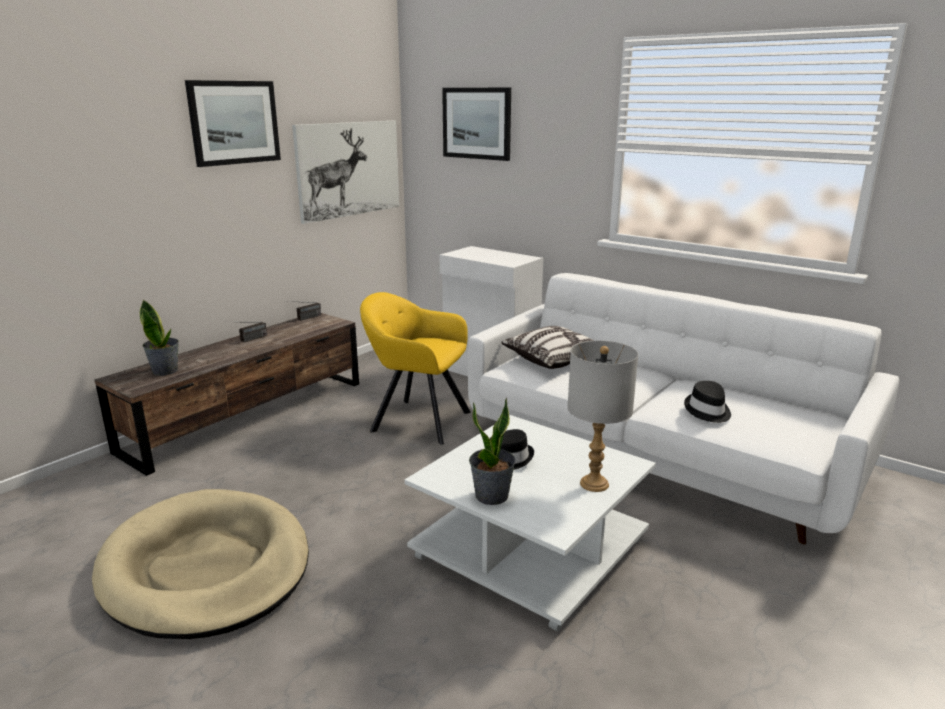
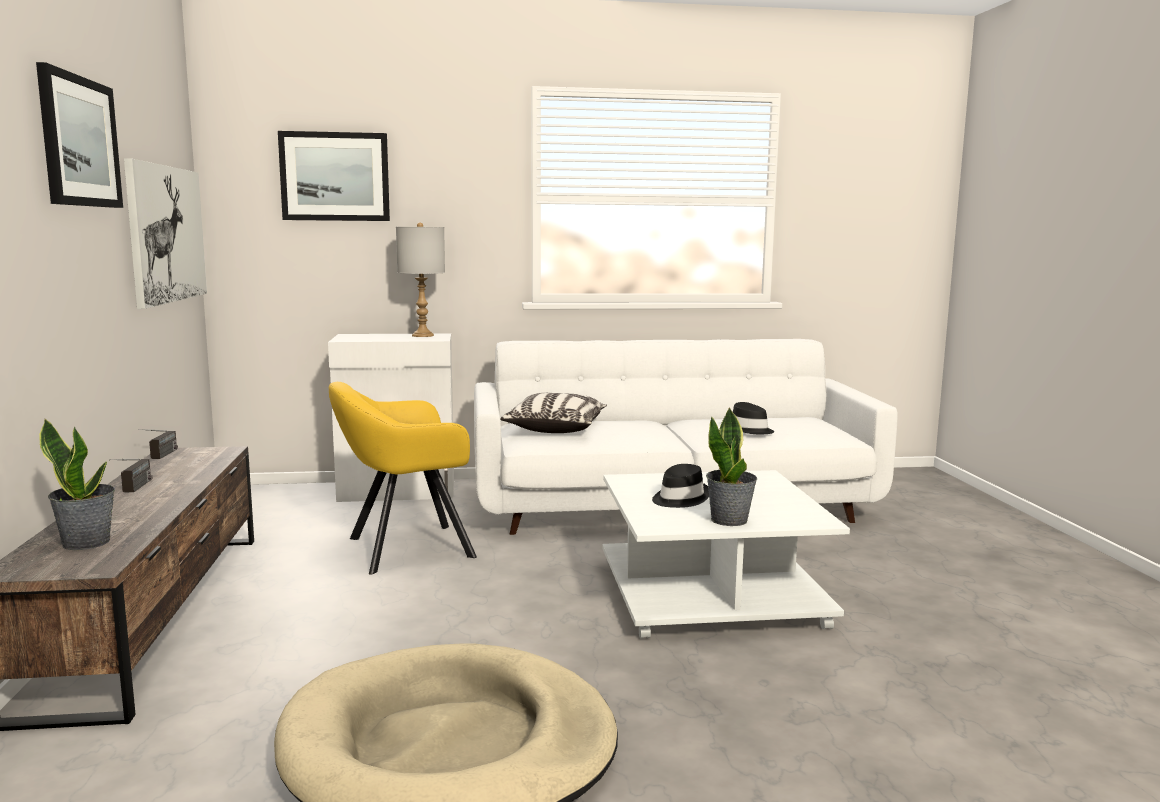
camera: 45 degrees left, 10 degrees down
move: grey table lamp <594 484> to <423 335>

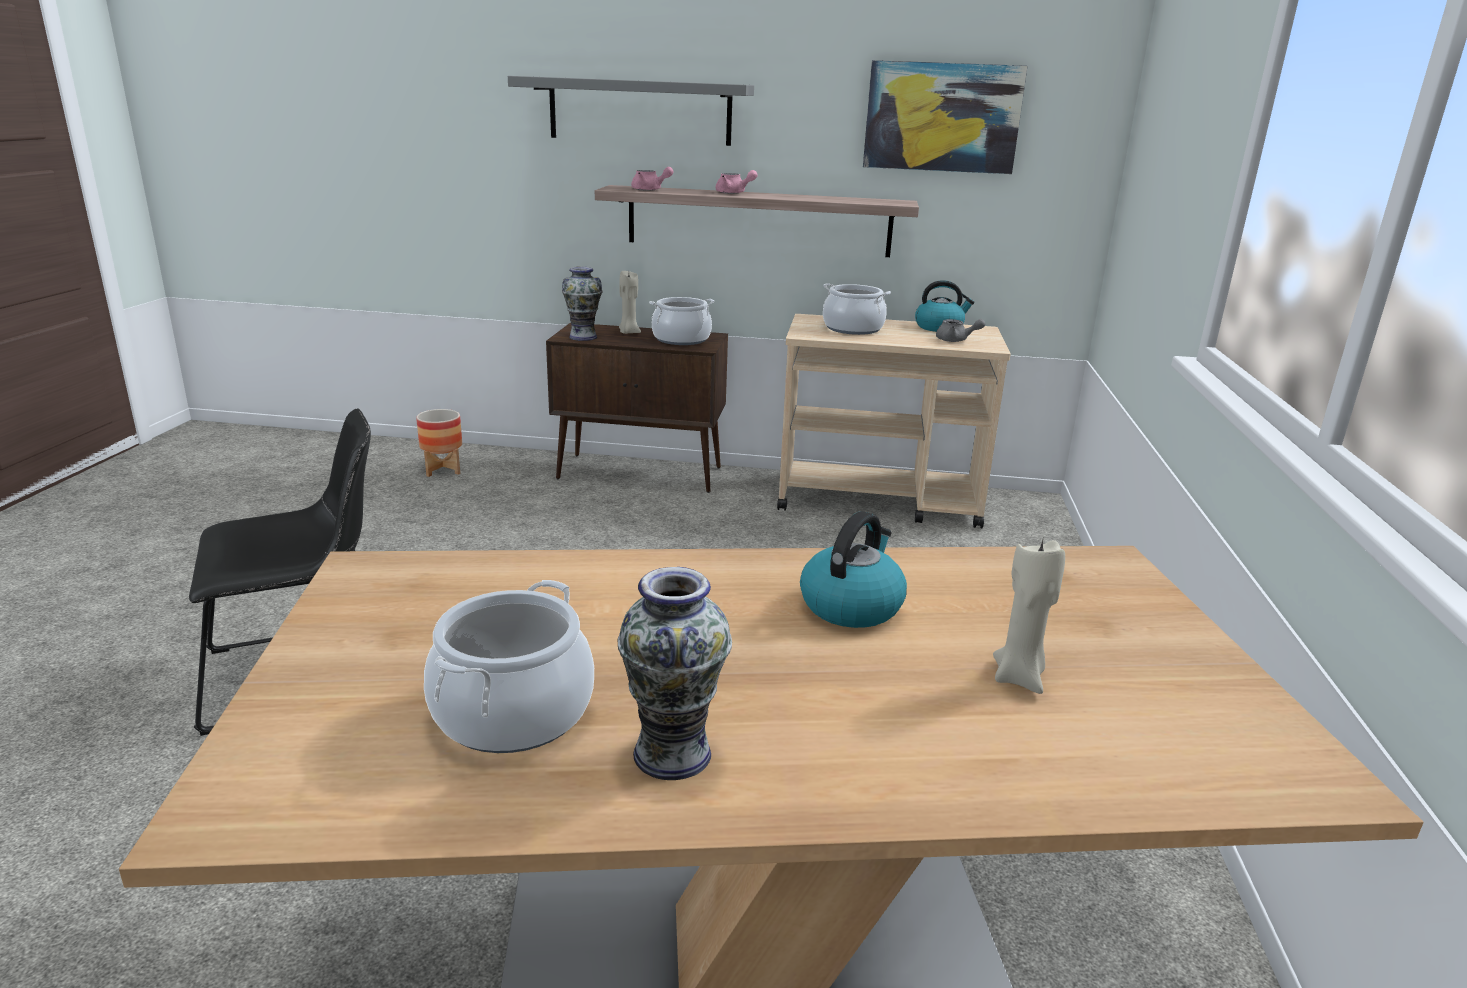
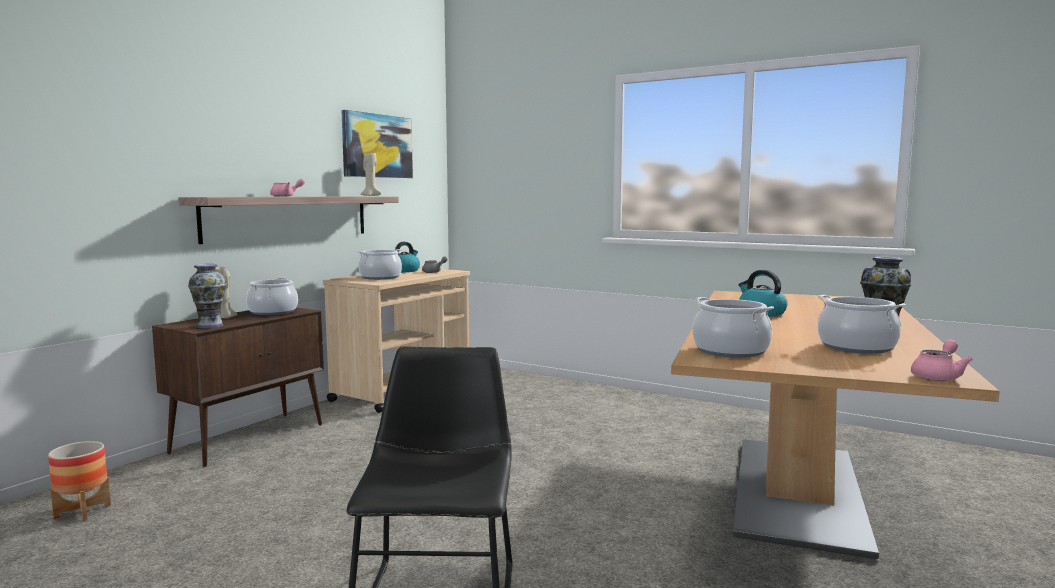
camera: 65 degrees left, 15 degrees down
delete: grey shelf <640 111>
insert: cooking pot <730 350>
move: pink teapot <650 190> to <938 376>; beige candle <1019 677> to <371 196>

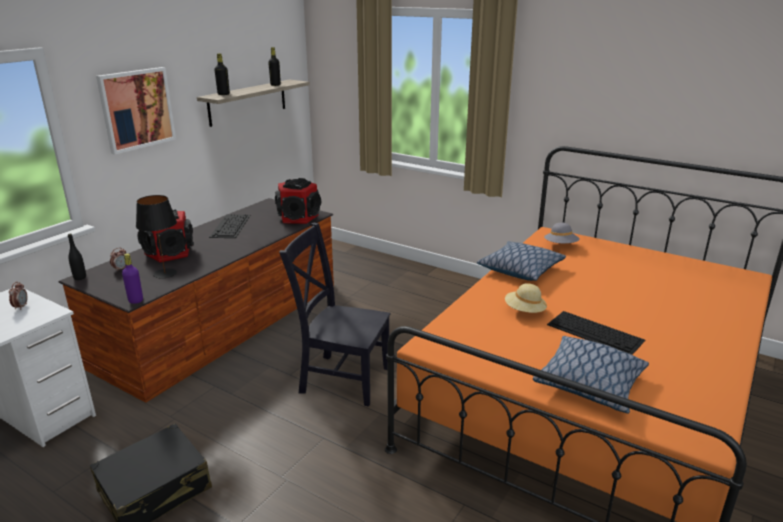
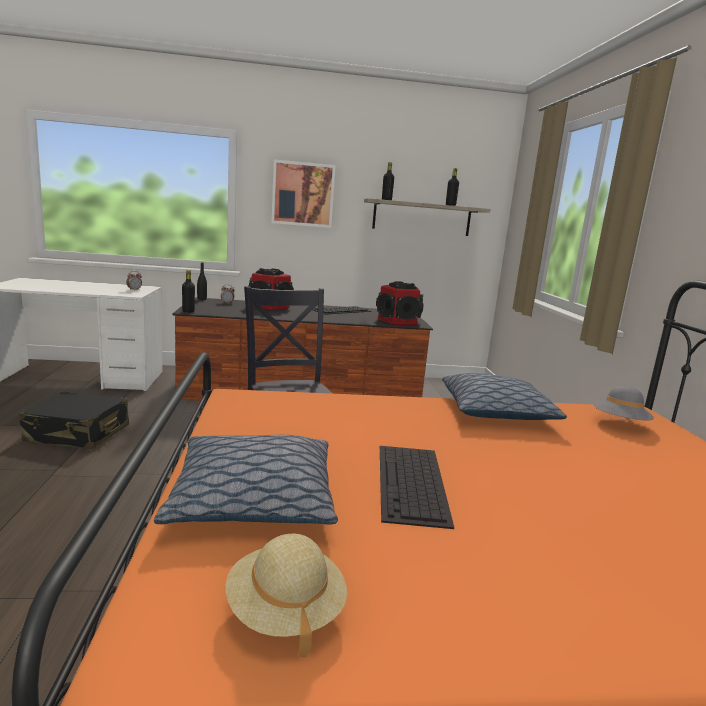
camera: 50 degrees right, 10 degrees down
delete: black table lamp <165 273>
move: beige hat <524 311> to <285 611>
recolor: purple bottle <135 300> to black bottle <188 311>

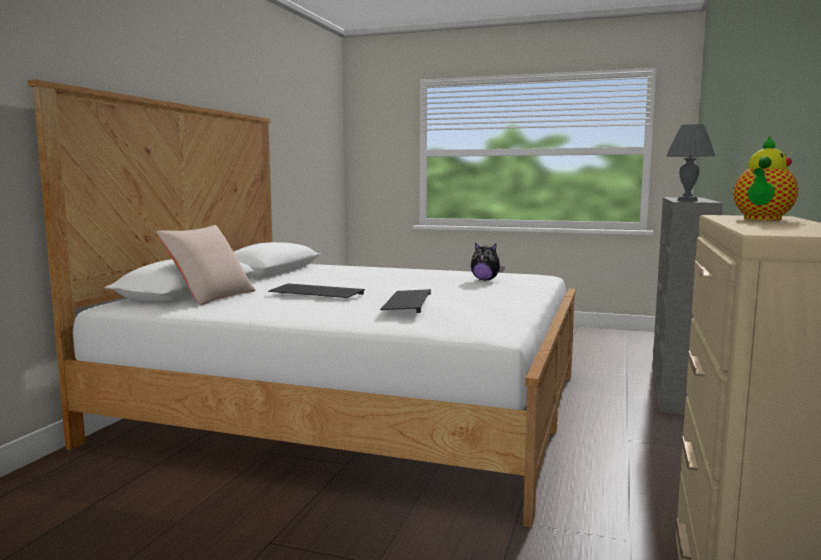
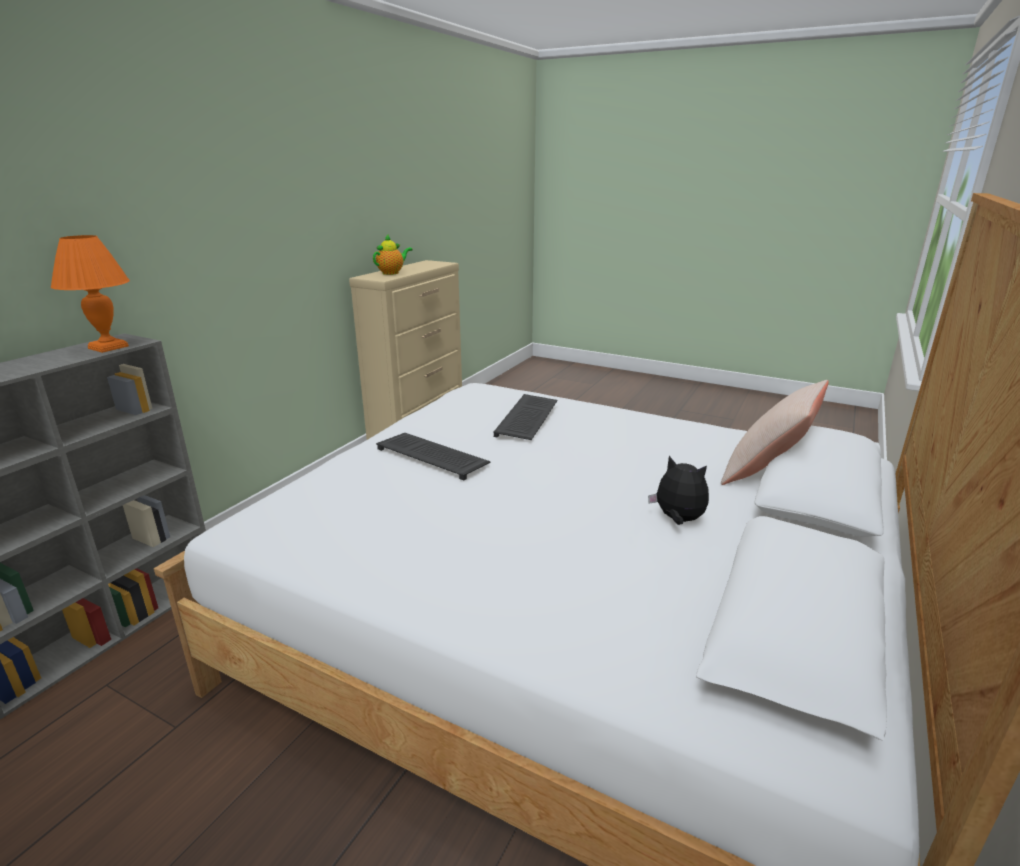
camera: 170 degrees left, 15 degrees up
move: keyboard <314 294> to <434 456>; plush toy <485 280> to <678 520>
recolor: grey table lamp <686 201> to orange table lamp <108 347>

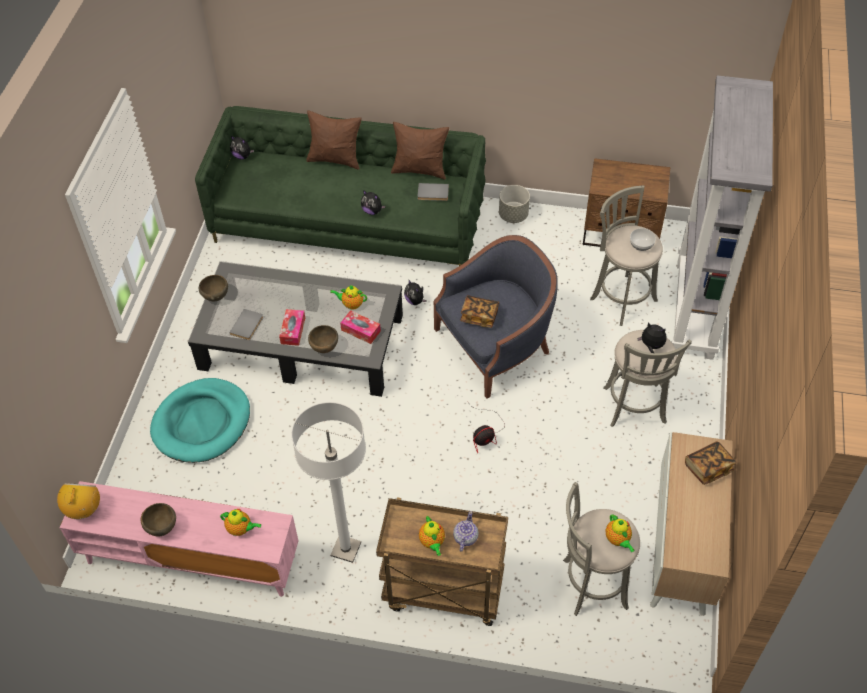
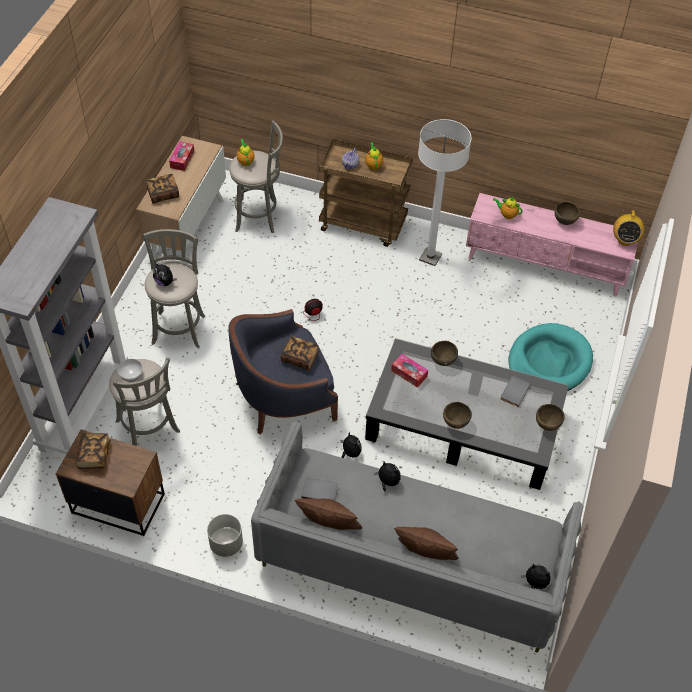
camera: 175 degrees left, 0 degrees up
delete: teapot <351 304>
insert: book <94 456>; brown bowl <455 423>
move: tissue box <293 331> to <182 159>
recolor: green sofa <349 222> to grey sofa <410 560>

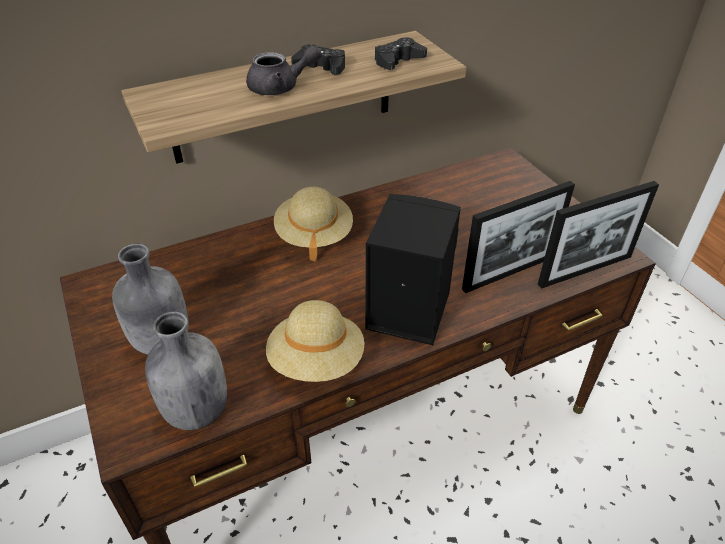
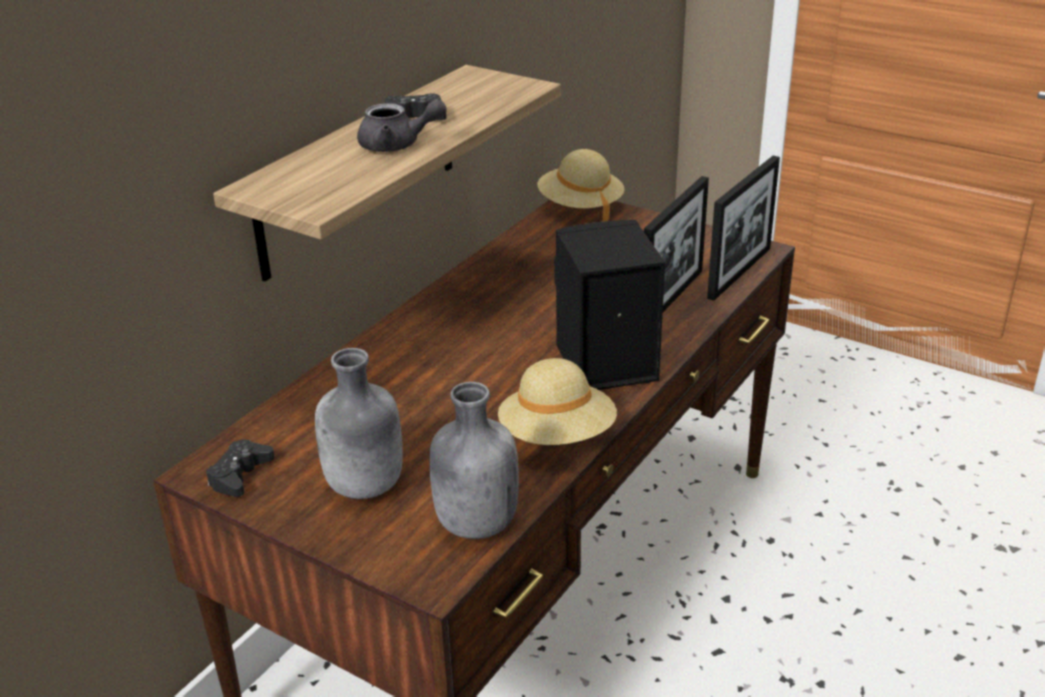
camera: 30 degrees left, 10 degrees down
move: beige hat <314 235> to <580 206>; black game controller <398 61> to <240 475>
rotate: grey teapot <281 87> = <397 145> 45 degrees clockwise

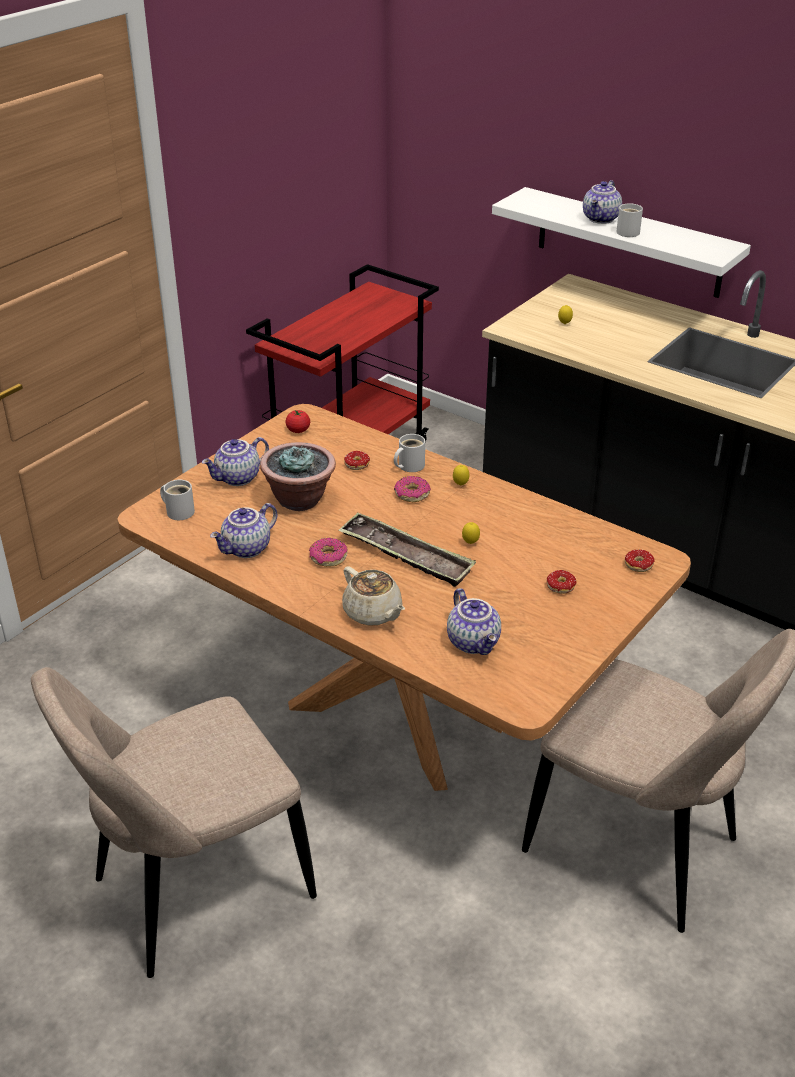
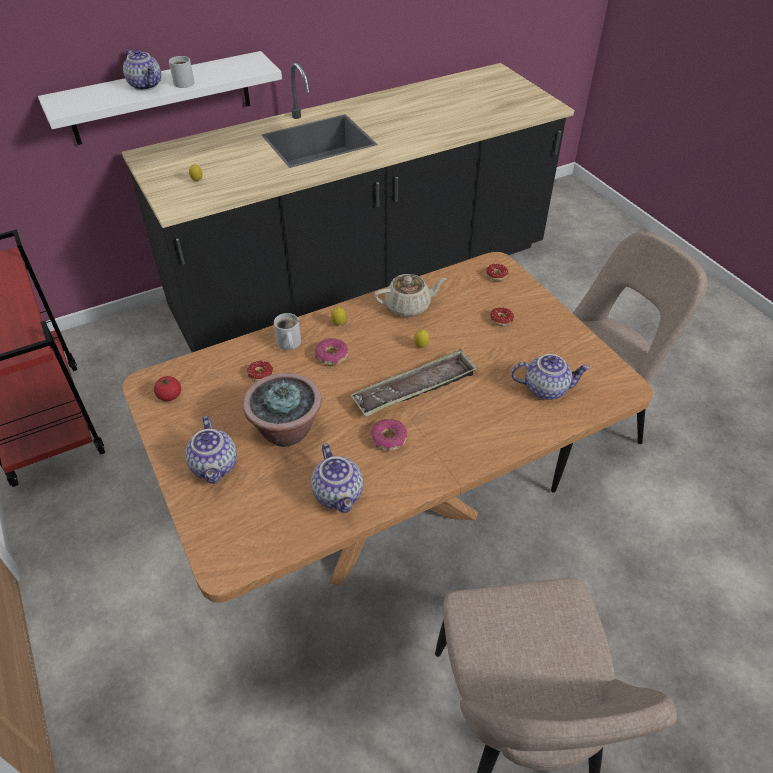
camera: 65 degrees left, 10 degrees up
delete: white mug <179 511>
move: beige teapot <373 613> to <409 306>

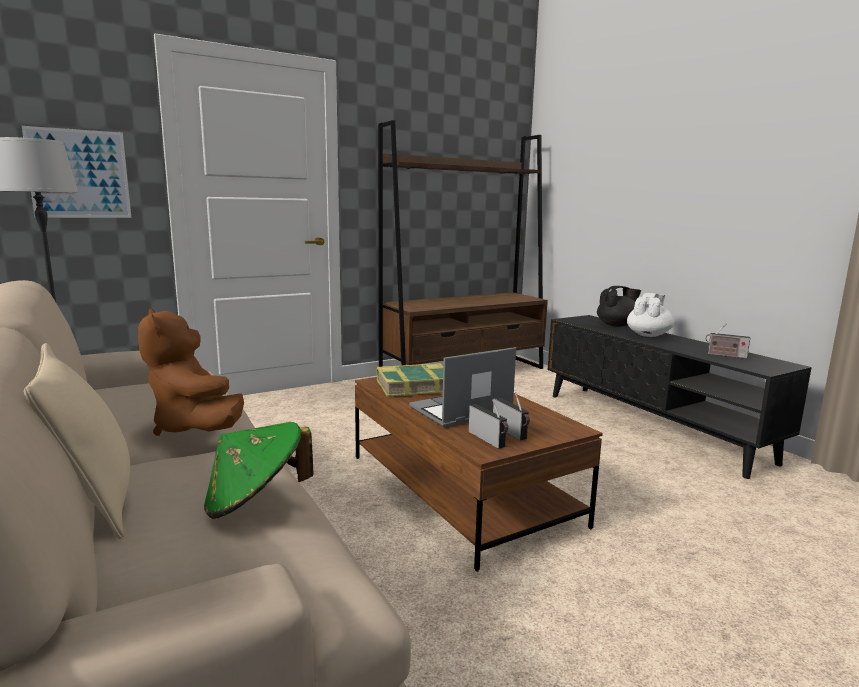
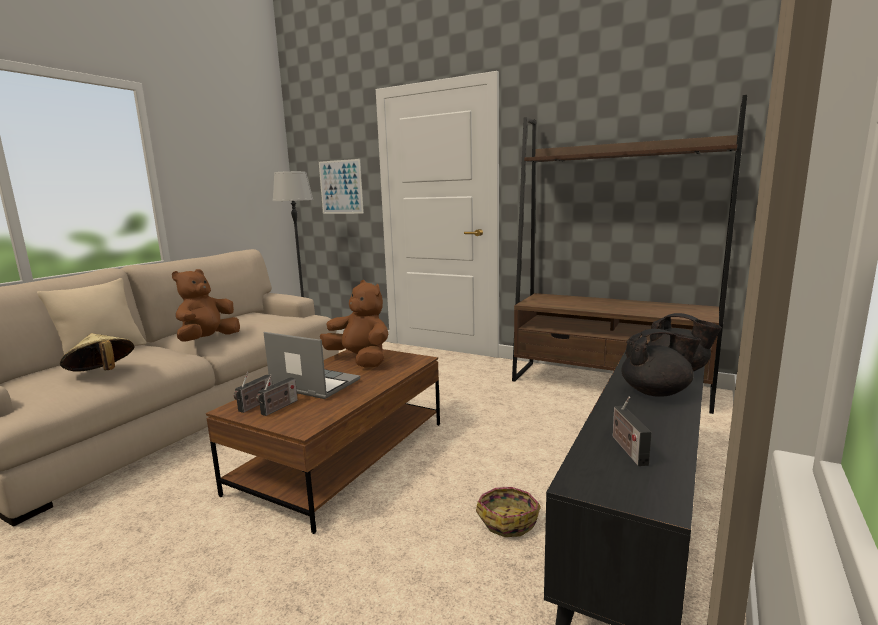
camera: 60 degrees right, 0 degrees up
insert: basket <508 520>
replace: book <414 386> to brown plush toy <360 360>
recolor: green hat <256 501> to beige hat <102 373>; white teapot <648 335> to black teapot <656 392>

